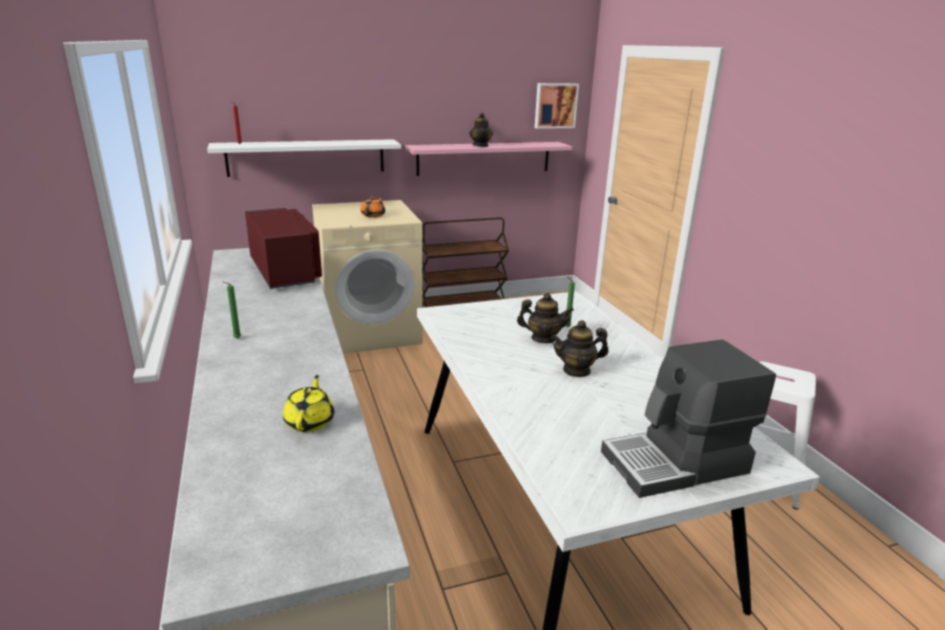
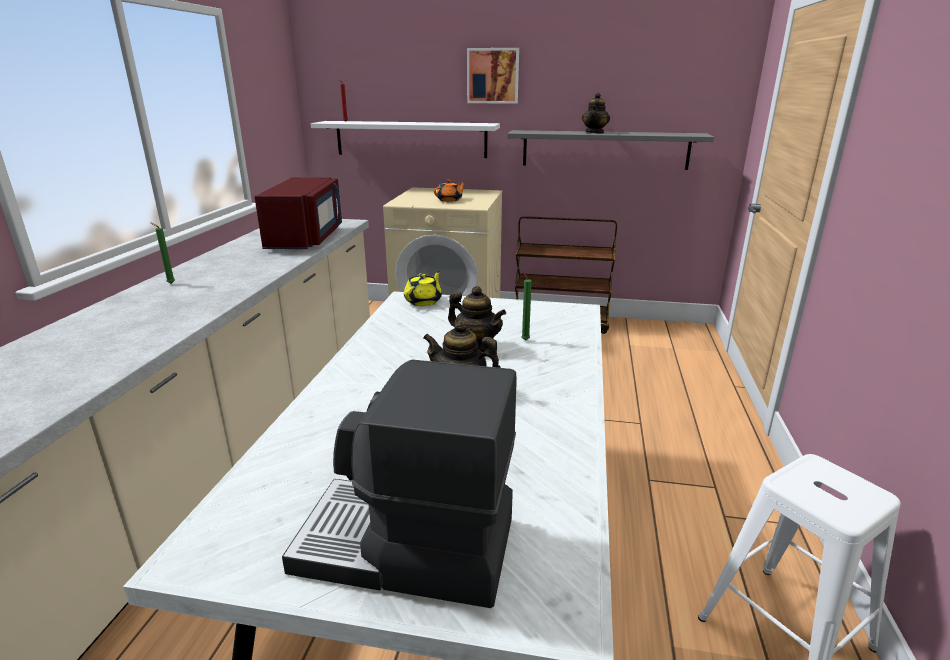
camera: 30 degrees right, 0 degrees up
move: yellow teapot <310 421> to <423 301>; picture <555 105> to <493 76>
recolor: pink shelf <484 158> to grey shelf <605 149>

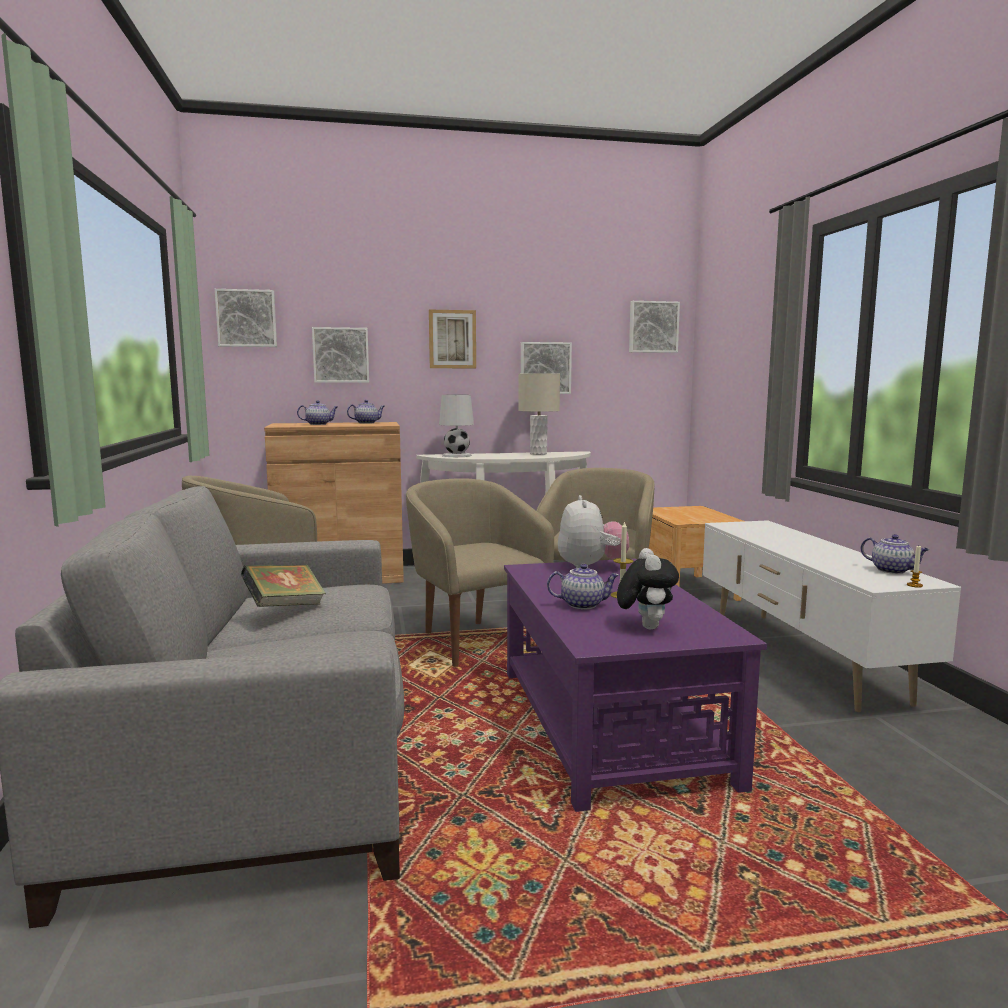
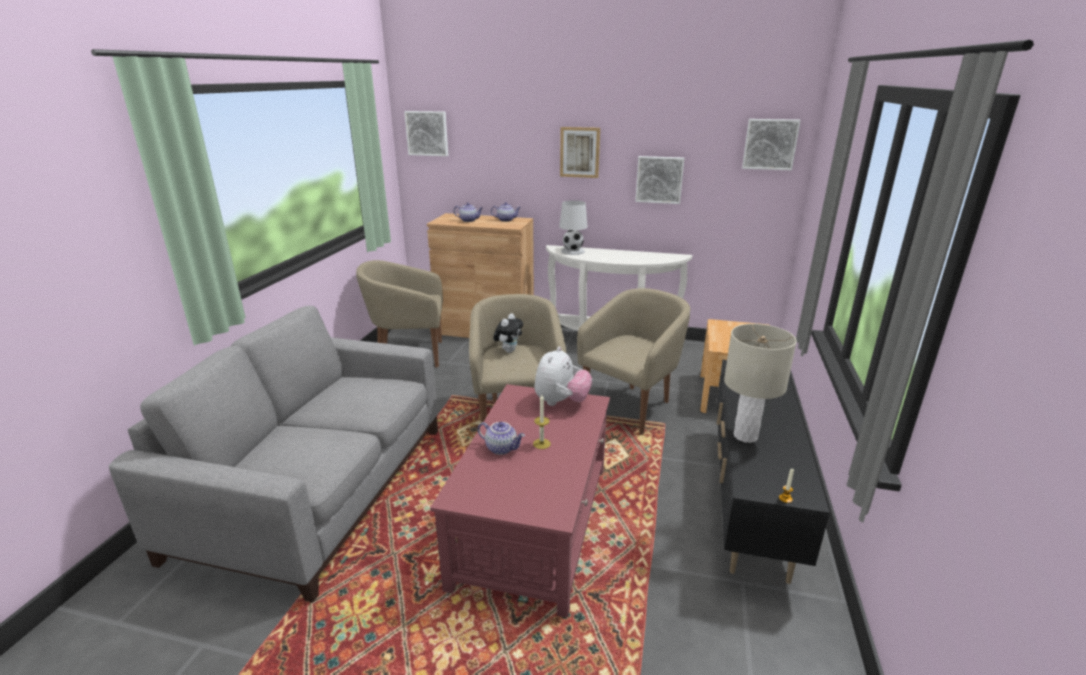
camera: 25 degrees right, 15 degrees up
delete: book <285 607>; picture <341 355>; teapot <892 570>
move: beige table lamp <538 454> to <745 436>; plush toy <645 626> to <509 350>
recolor: purple coffee table <609 722> to red coffee table <534 522>; white tv stand <801 657> to black tv stand <748 500>

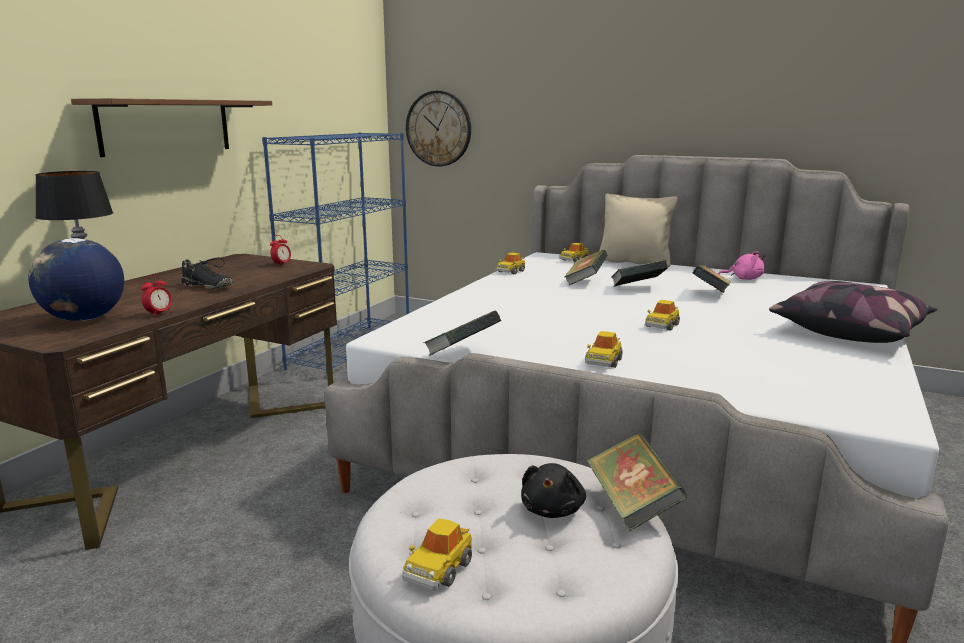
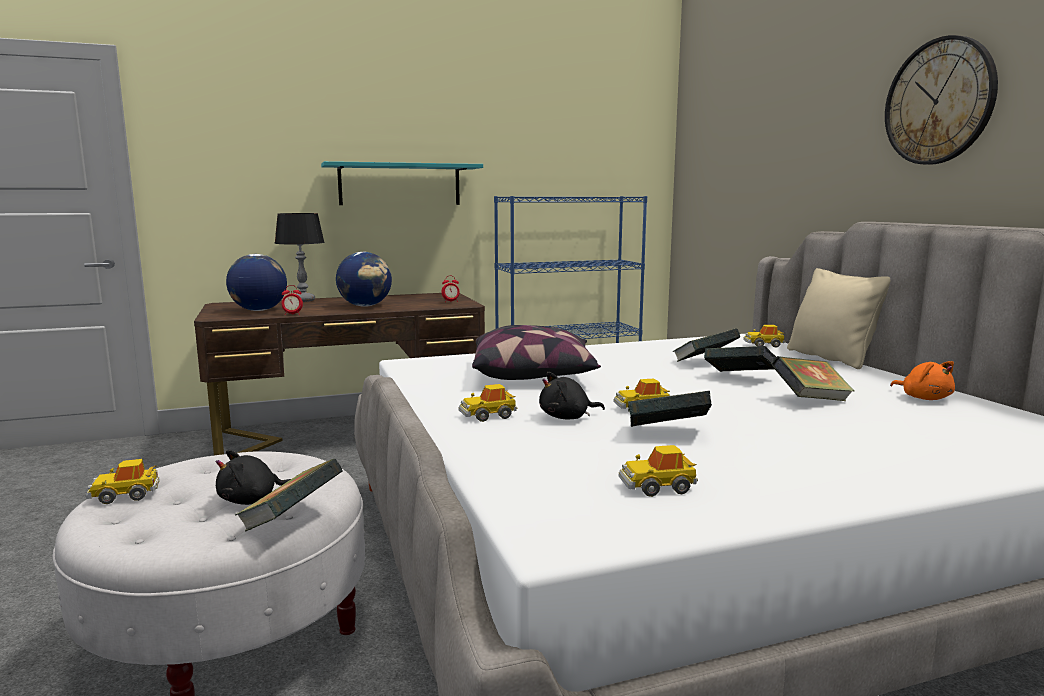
camera: 45 degrees right, 5 degrees down
insert: black plush toy <567 417>
move: wall clock <438 129> to <939 101>; book <462 353> to <666 433>; toy car <510 271> to <658 487>; pillow <850 331> to <534 375>
replace: black shoe <207 286> to globe <365 306>
recolor: brown shelf <166 126> to turquoise shelf <400 184>; pink plush toy <744 279> to orange plush toy <924 398>

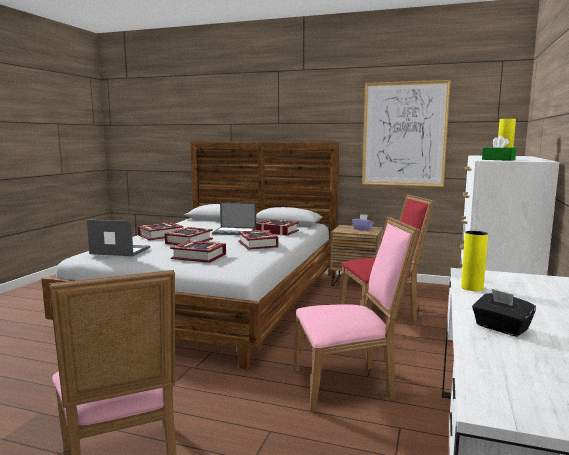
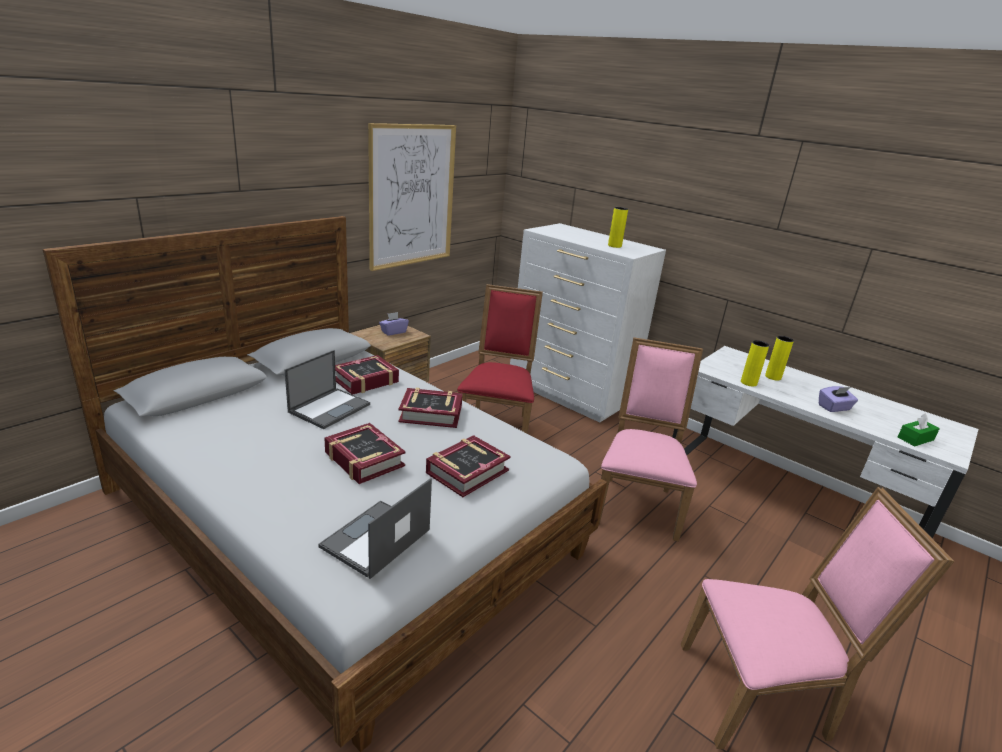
camera: 70 degrees left, 15 degrees up
delete: book <160 235>
insert: yellow vase <773 377>
move: green tissue box <498 159> to <915 439>
recolor: black tissue box <501 328> to purple tissue box <834 408>

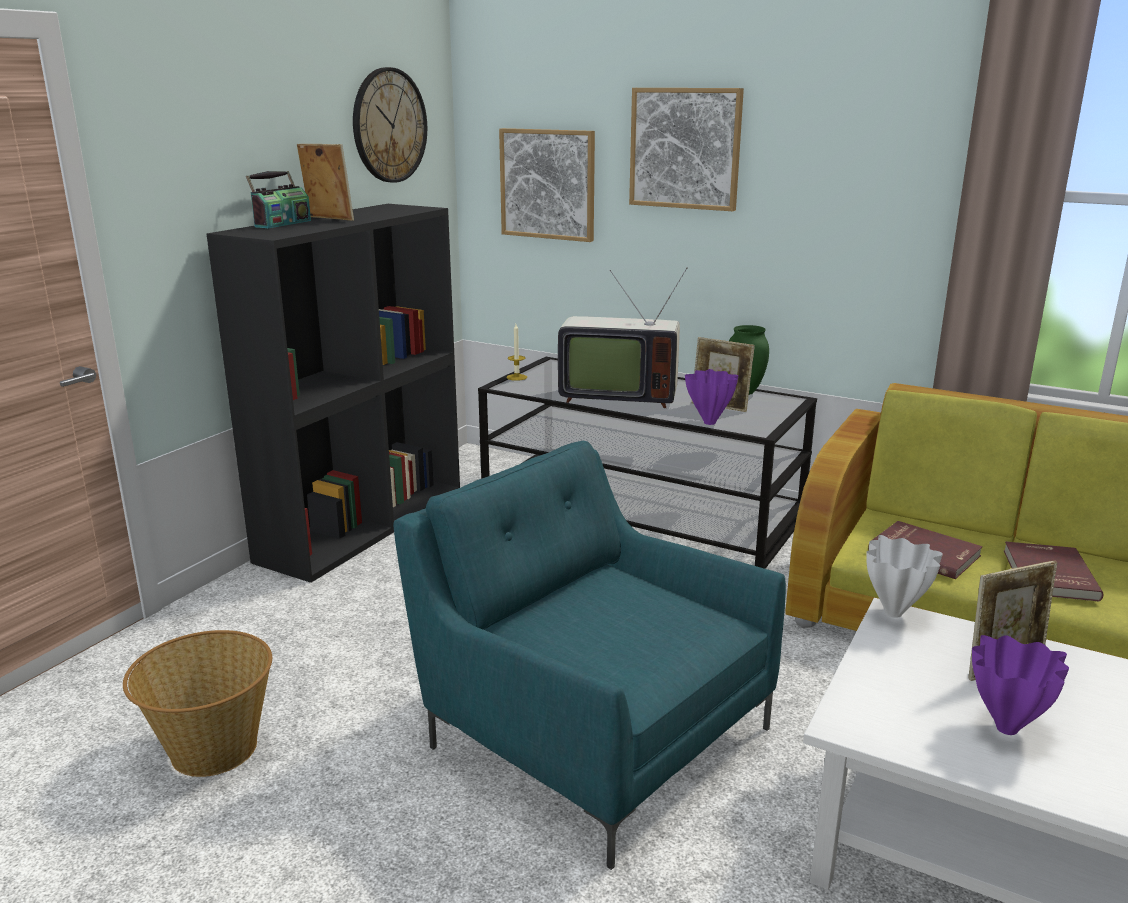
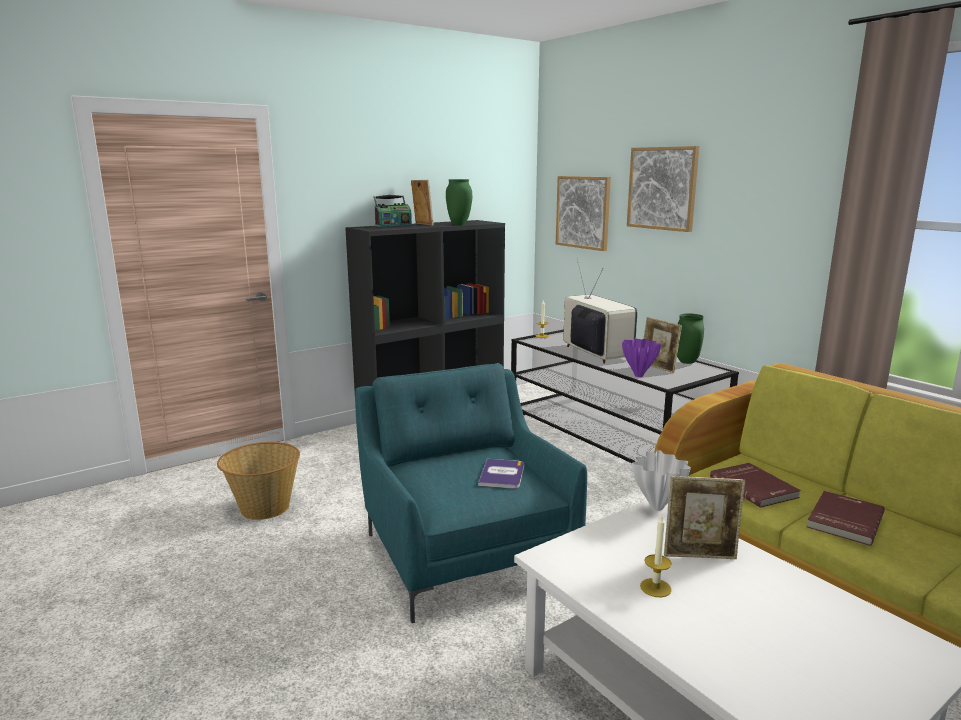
camera: 25 degrees right, 5 degrees down
delete: wall clock <389 125>
insert: green vase <459 224>; book <502 474>
replace: purple vase <1005 729> to candle <655 588>
rotate: television <617 396> = <594 353> 150 degrees counterclockwise

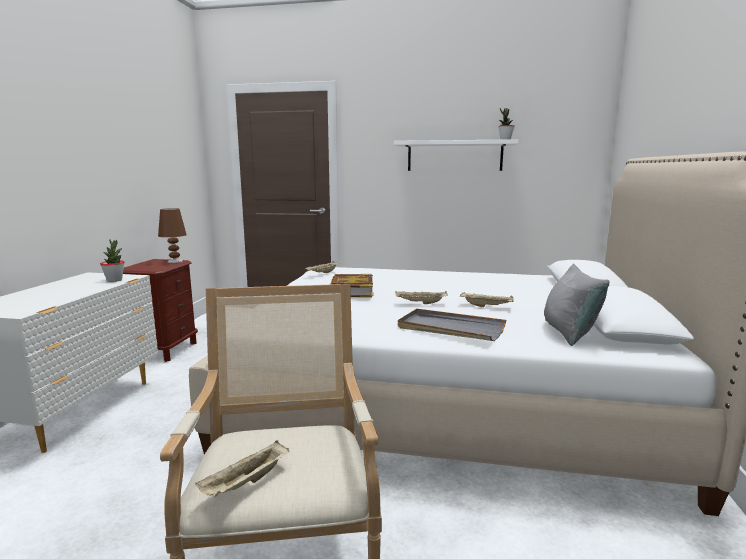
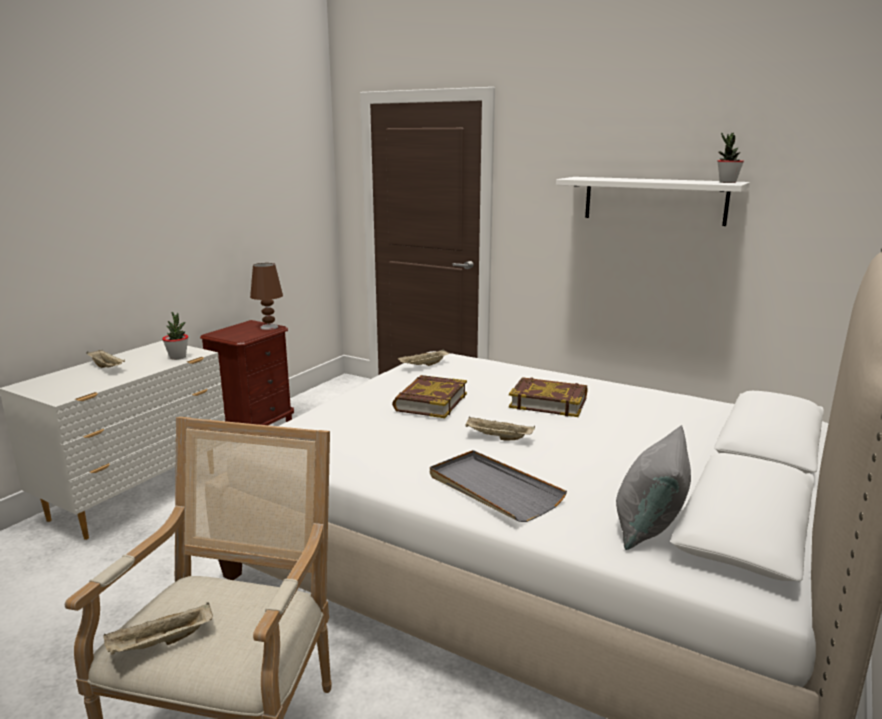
camera: 20 degrees right, 5 degrees up
insert: book <548 402>
move: beige tray <487 306> to <107 367>

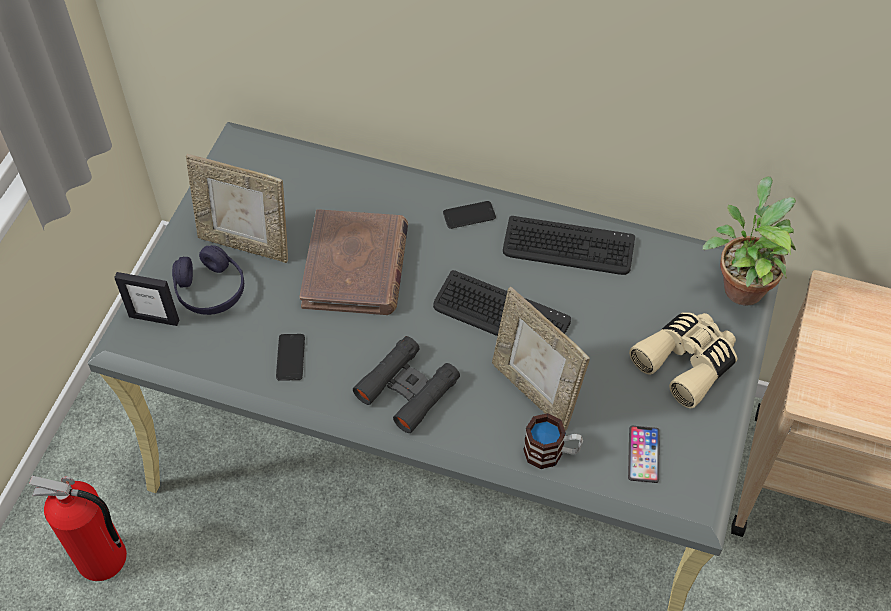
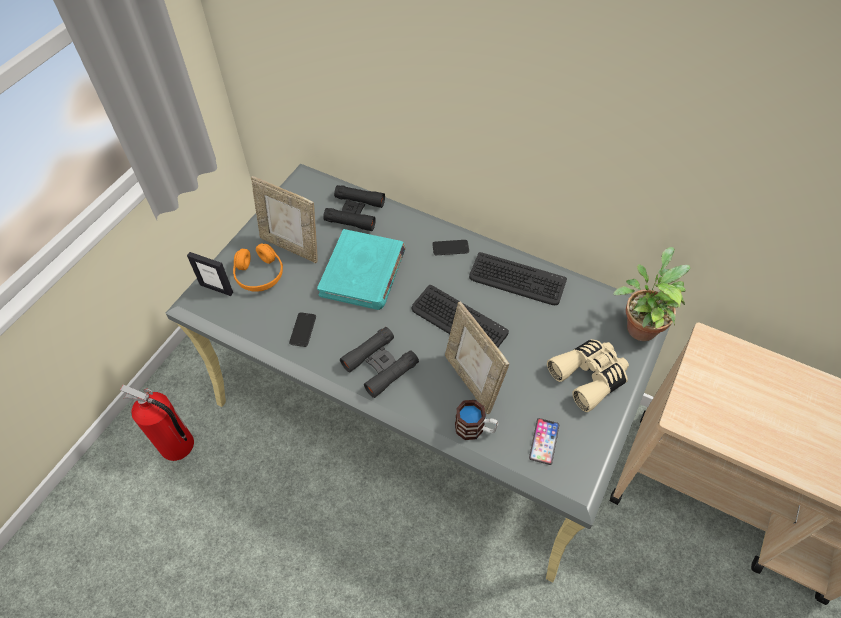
camera: 10 degrees right, 0 degrees up
insert: black binoculars <355 212>
recolor: purple headphones <210 290> to orange headphones <259 274>; brown book <356 266> to turquoise book <363 272>

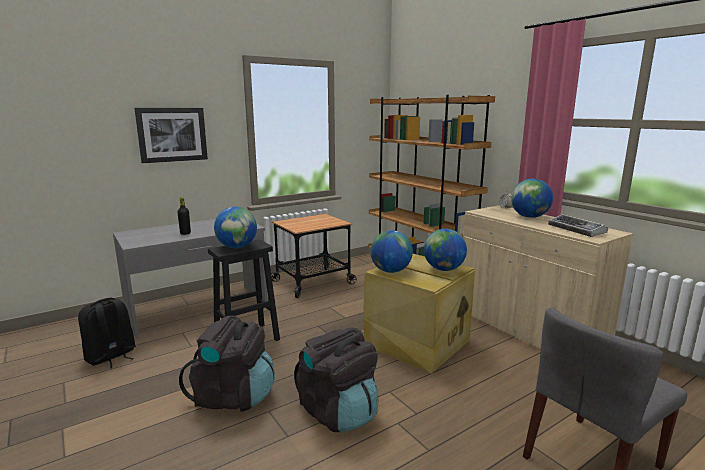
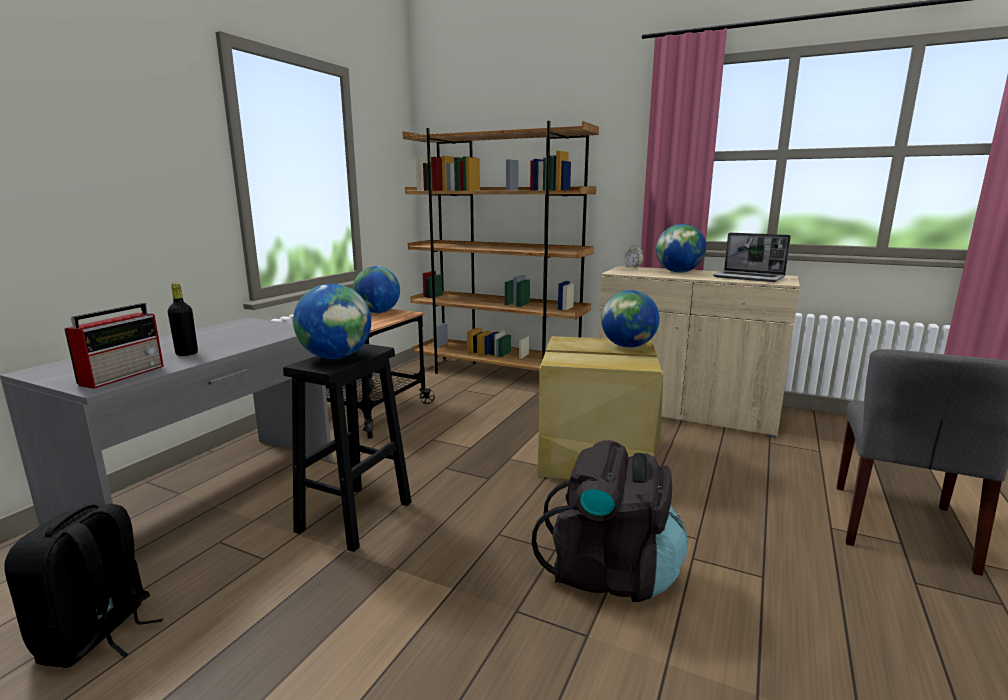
camera: 30 degrees left, 0 degrees up
delete: picture <172 134>; black backpack <233 396>
insert: radio <124 375>
move: globe <390 271> to <377 312>
replace: keyboard <577 230> to laptop <749 278>

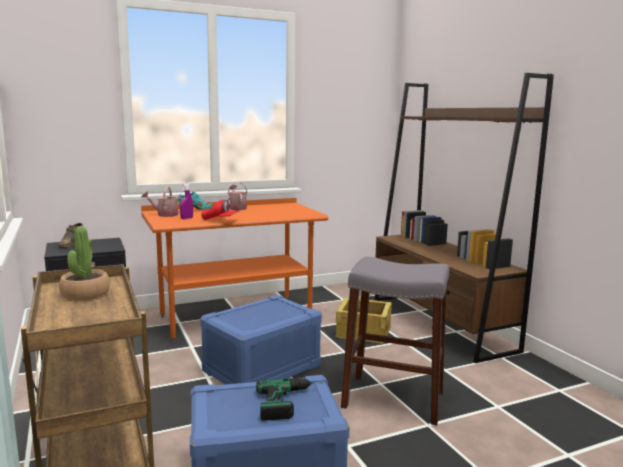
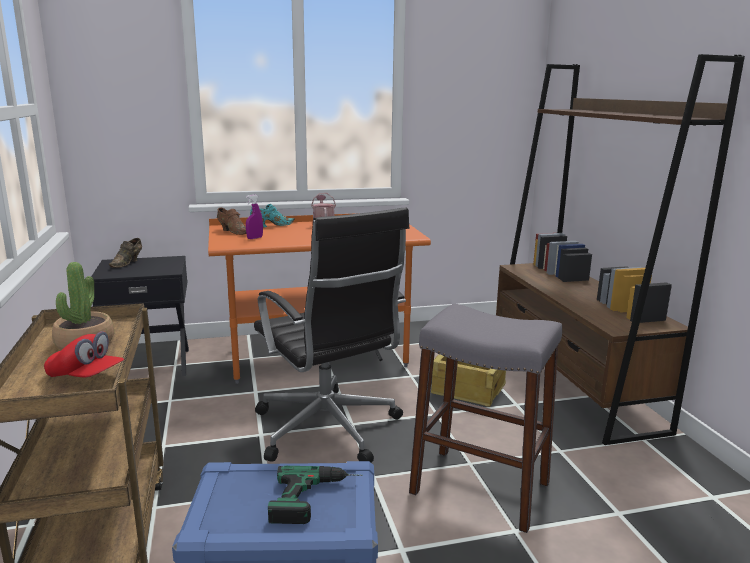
camera: 10 degrees right, 5 degrees up
move: red cap <220 220> to <86 376>
replace: watering can <165 215> to brown shoe <232 231>; blue storage box <262 369> to black office chair <328 430>

